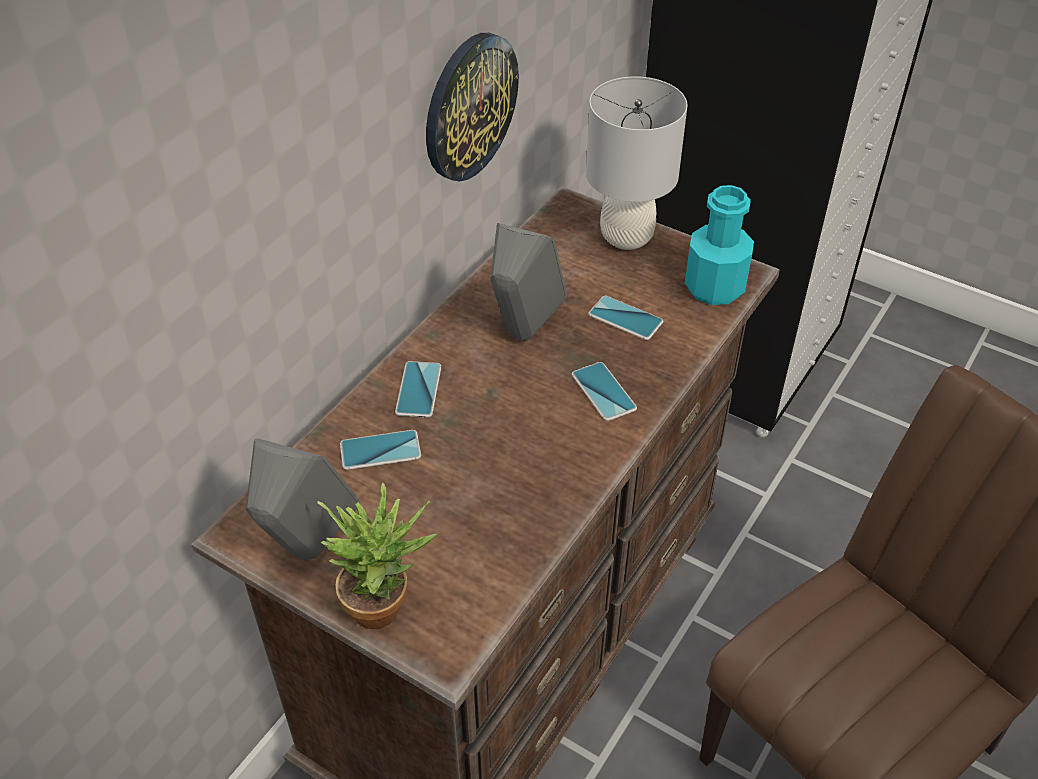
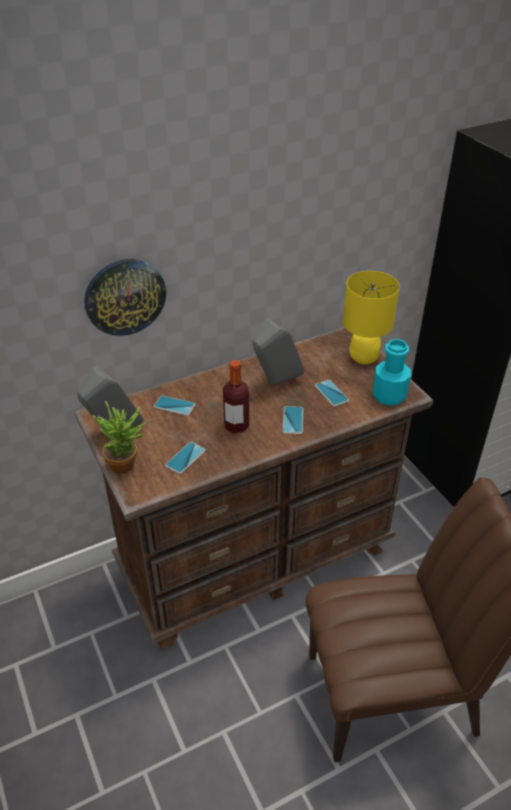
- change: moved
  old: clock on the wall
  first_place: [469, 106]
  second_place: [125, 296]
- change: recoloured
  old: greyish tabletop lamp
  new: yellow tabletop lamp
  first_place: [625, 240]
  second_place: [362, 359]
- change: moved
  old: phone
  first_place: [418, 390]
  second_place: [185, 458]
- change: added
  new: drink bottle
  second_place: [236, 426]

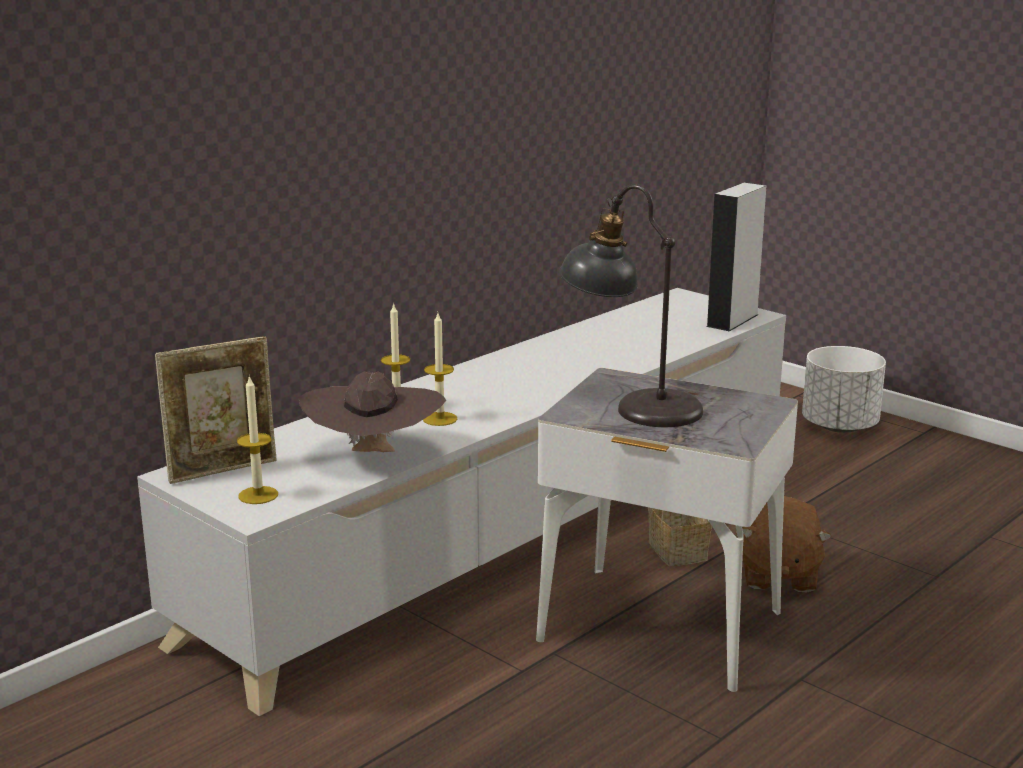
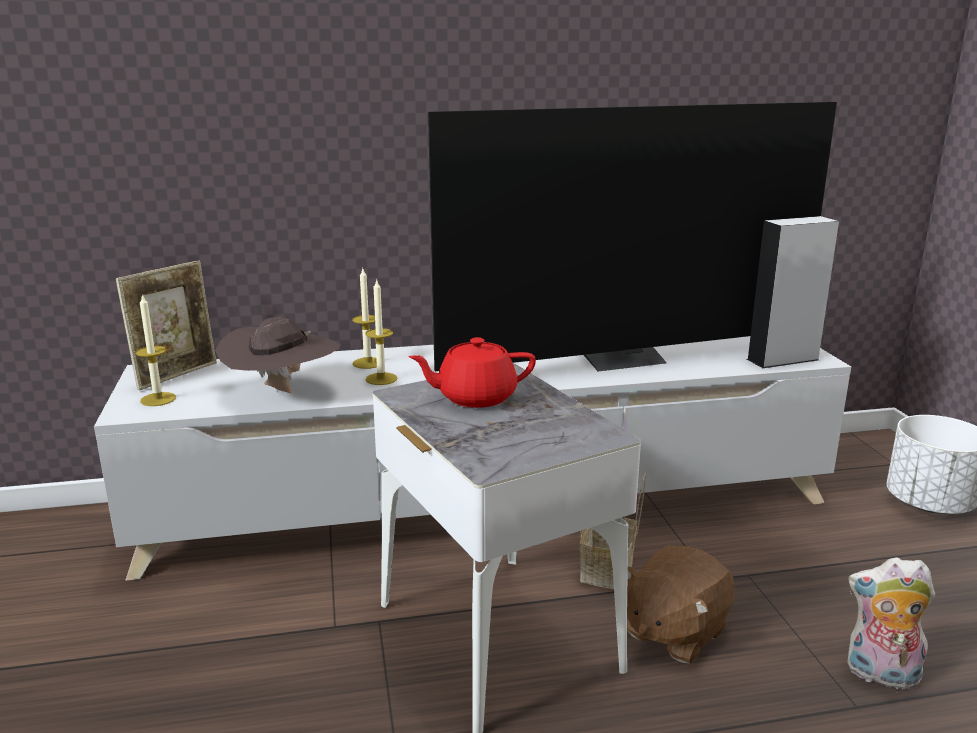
- change: replaced
  old: greyish tabletop lamp
  new: reddish teapot
  first_place: [629, 401]
  second_place: [475, 397]
- change: turned
  old: picture frame
  first_place: [223, 470]
  second_place: [176, 375]
  degrees: -60
- change: added
  new: TV set
  second_place: [622, 358]
- change: added
  new: cuddly toy
  second_place: [880, 675]

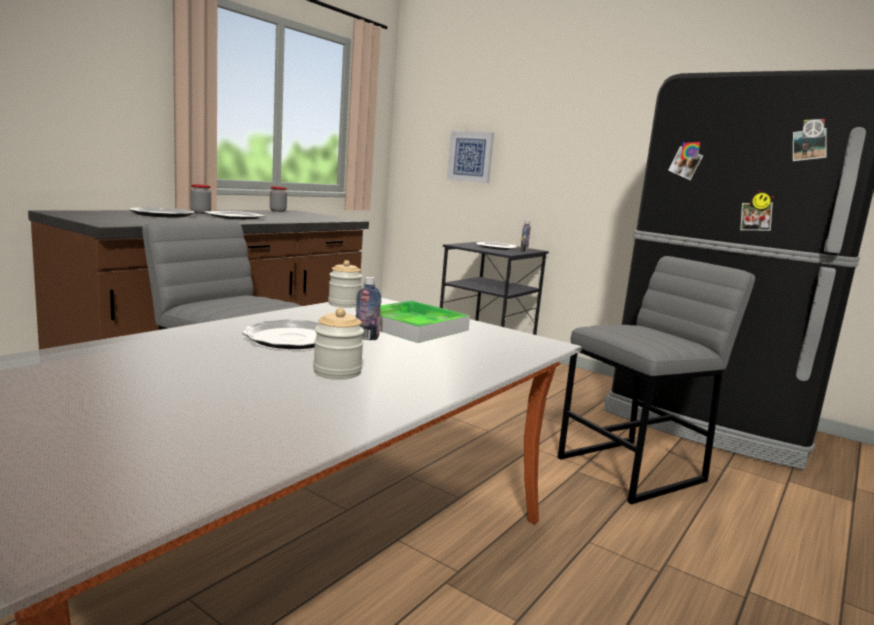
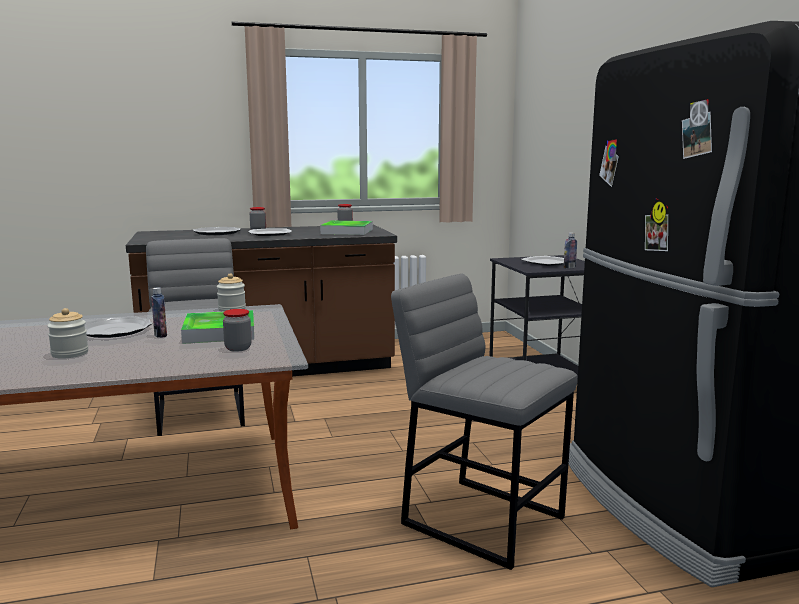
- change: removed
  old: wall art
  first_place: [470, 157]
- change: turned
  old: greyish plain chair
  first_place: [633, 468]
  second_place: [479, 519]
  degrees: -150
- change: added
  new: serving tray
  second_place: [347, 231]
- change: added
  new: preserve jar
  second_place: [238, 348]

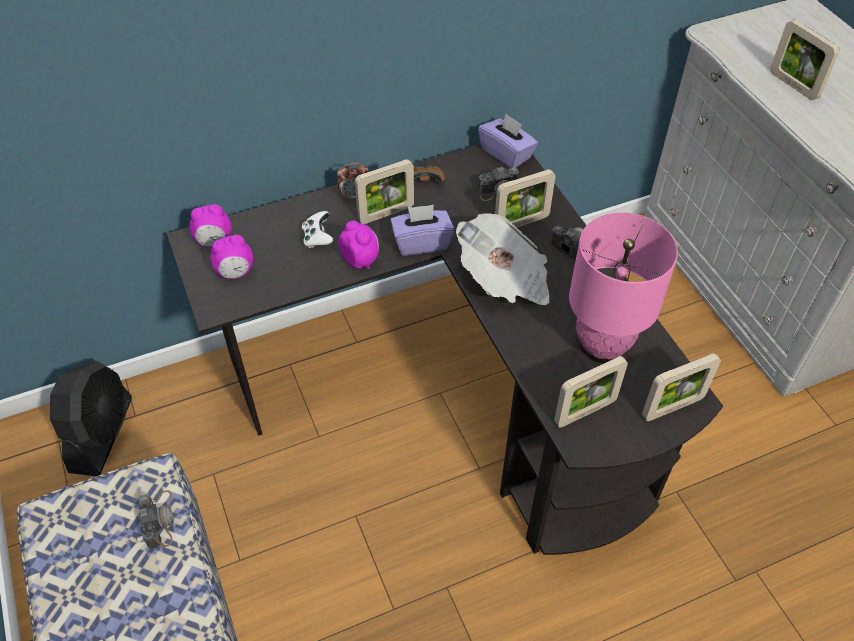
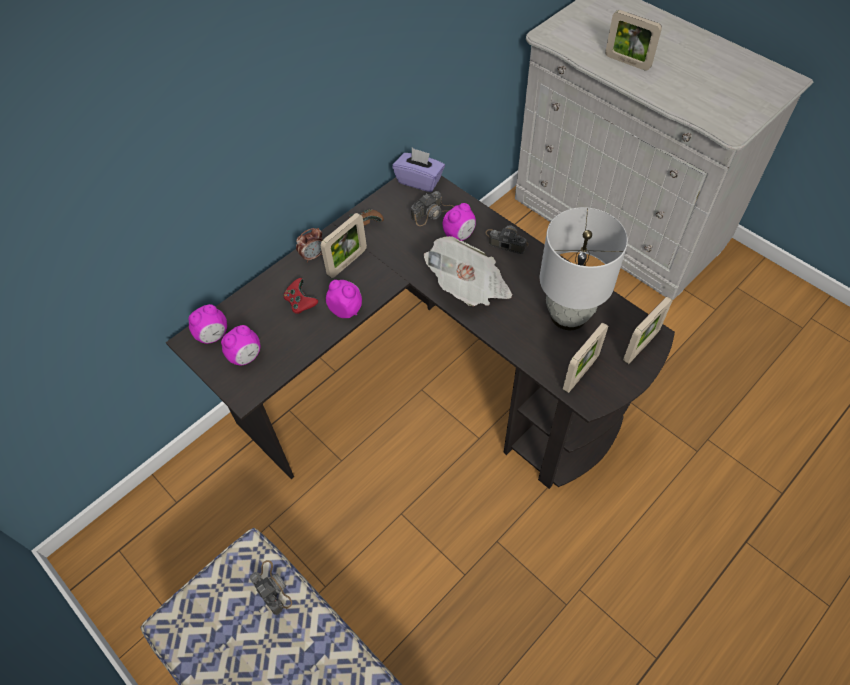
- change: replaced
  old: picture frame
  new: alarm clock
  first_place: [521, 223]
  second_place: [459, 235]
- change: removed
  old: purple-coloured box of tissues
  first_place: [421, 242]
- change: recoloured
  old: white joypad
  new: reddish joypad
  first_place: [318, 238]
  second_place: [301, 303]
- change: recoloured
  old: pinkish tabletop lamp
  new: white tabletop lamp
  first_place: [602, 345]
  second_place: [568, 315]
- change: removed
  old: black-coloured cooling fan
  first_place: [102, 434]

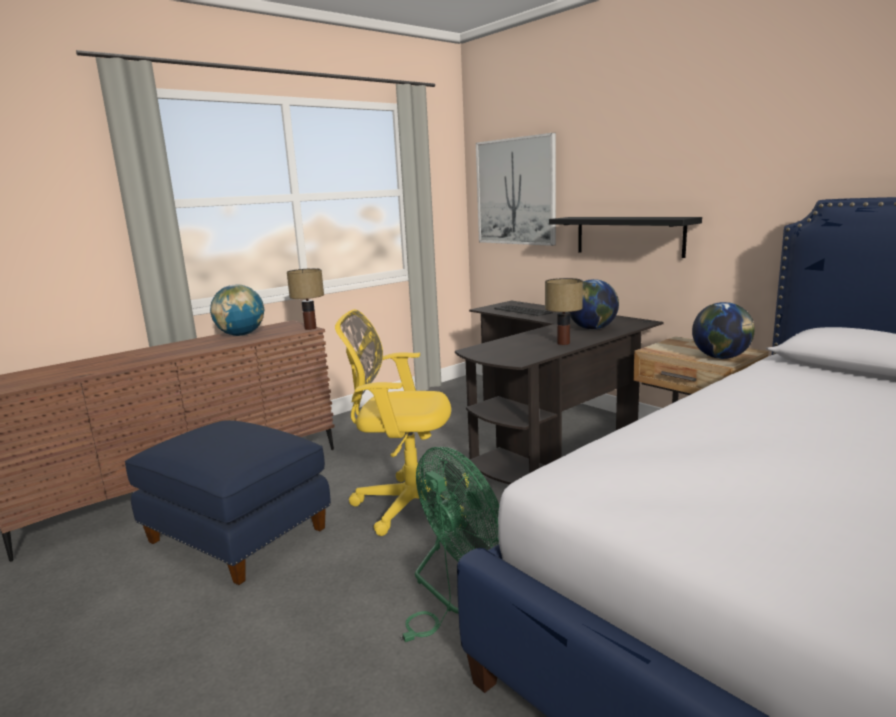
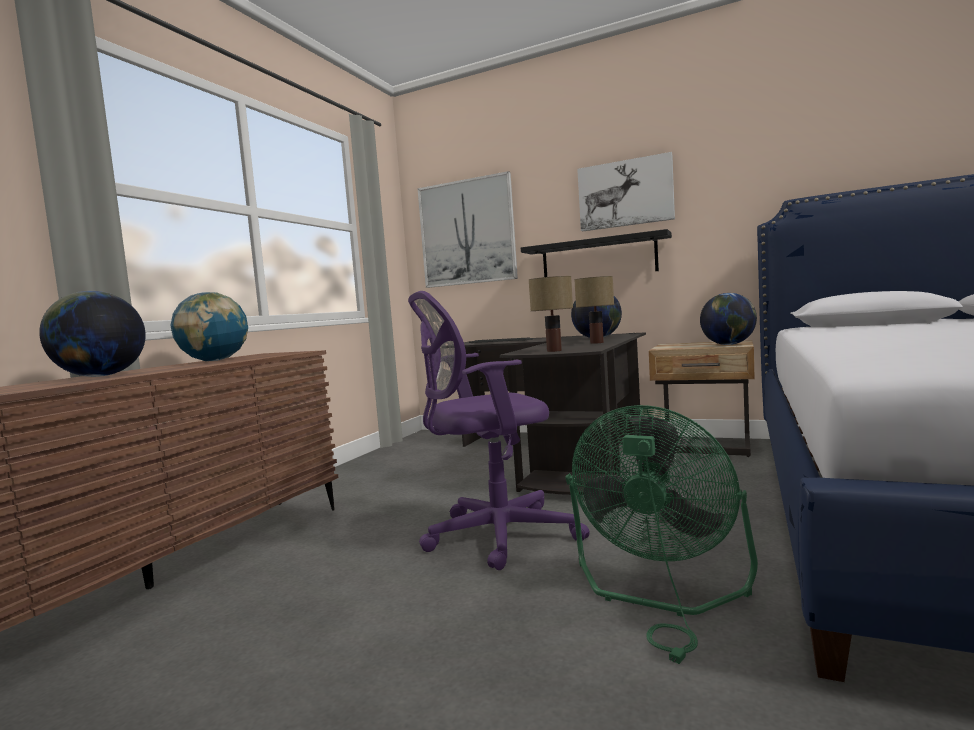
- change: moved
  old: tabletop lamp
  first_place: [310, 328]
  second_place: [553, 351]
- change: recoloured
  old: yellow computer chair
  new: purple-coloured computer chair
  first_place: [407, 505]
  second_place: [494, 536]
- change: removed
  old: bluish footrest
  first_place: [235, 535]
- change: added
  new: wall art
  second_place: [625, 193]
- change: added
  new: world globe
  second_place: [100, 376]

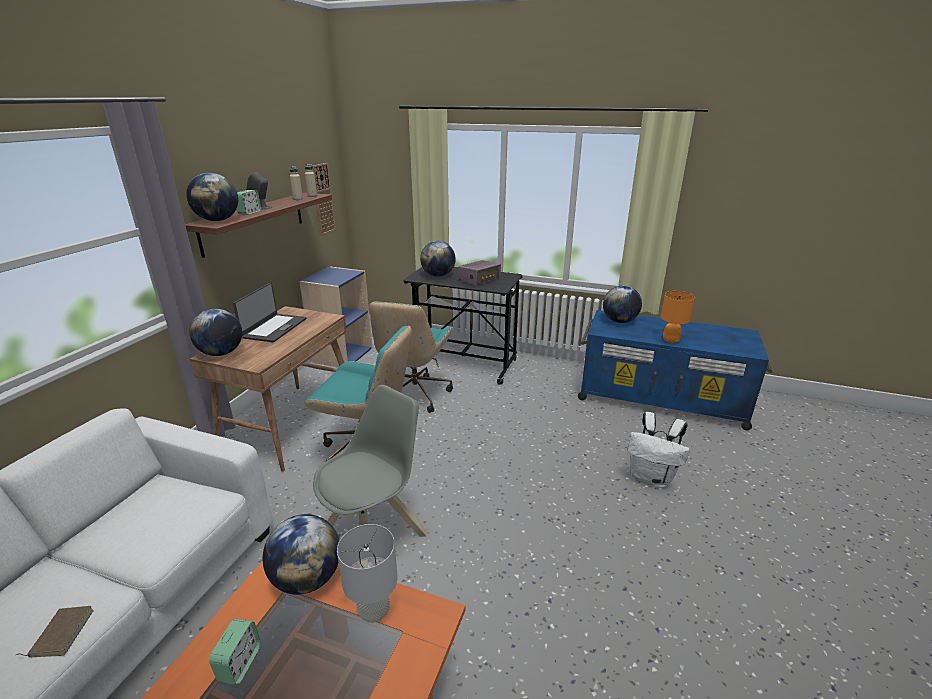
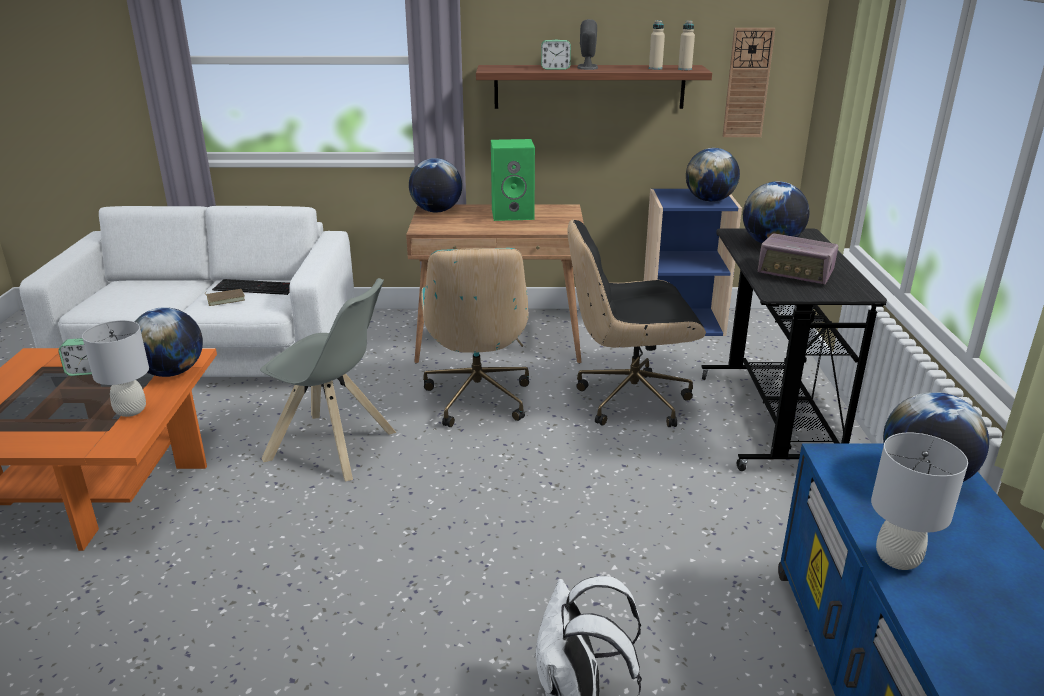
- change: moved
  old: world globe
  first_place: [217, 220]
  second_place: [709, 200]
- change: replaced
  old: laptop
  new: green loudspeaker
  first_place: [274, 328]
  second_place: [513, 214]
- change: recoloured
  old: orange-coloured tabletop lamp
  new: greyish tabletop lamp
  first_place: [671, 341]
  second_place: [897, 561]
- change: recoloured
  old: turquoise computer chair
  new: black-coloured computer chair
  first_place: [414, 396]
  second_place: [628, 401]
- change: moved
  old: brown volume
  first_place: [61, 633]
  second_place: [226, 299]
- change: added
  new: keyboard
  second_place: [256, 287]

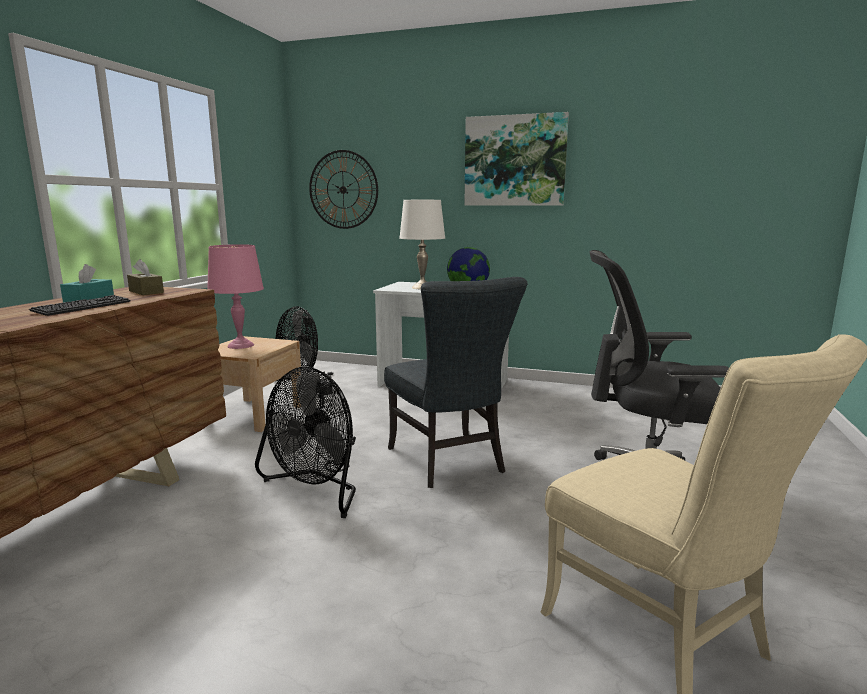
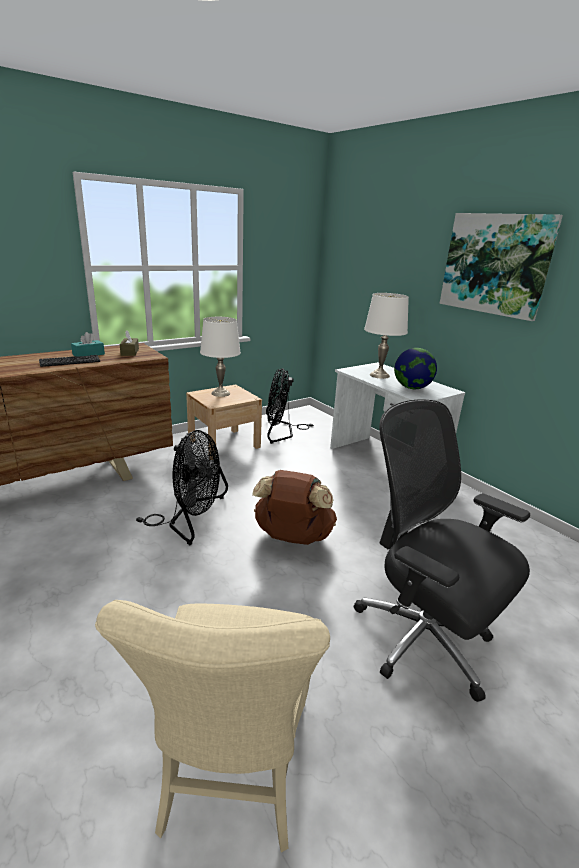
- change: removed
  old: clock on the wall
  first_place: [343, 190]
- change: recoloured
  old: pinkish tabletop lamp
  new: white tabletop lamp
  first_place: [240, 345]
  second_place: [220, 393]
- change: replaced
  old: greyish plain chair
  new: brown knapsack
  first_place: [450, 462]
  second_place: [292, 538]
- change: turned
  old: black-coloured cooling fan
  first_place: [318, 487]
  second_place: [189, 518]
  degrees: -150

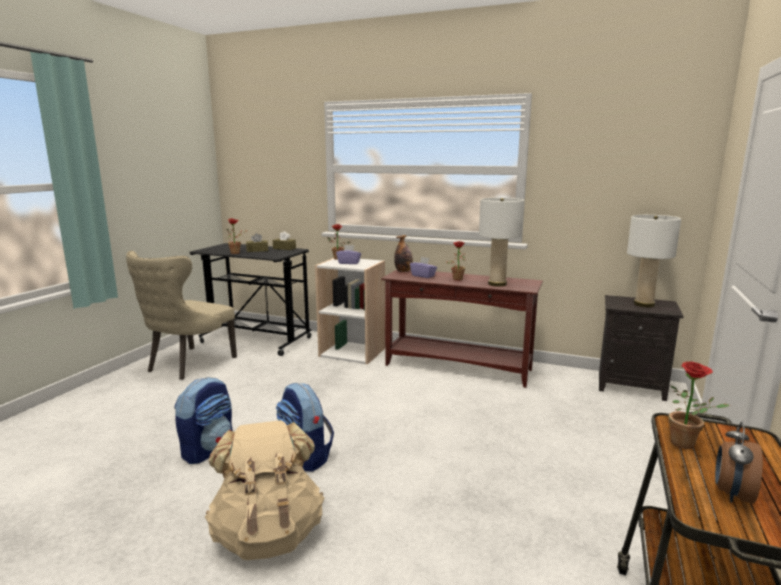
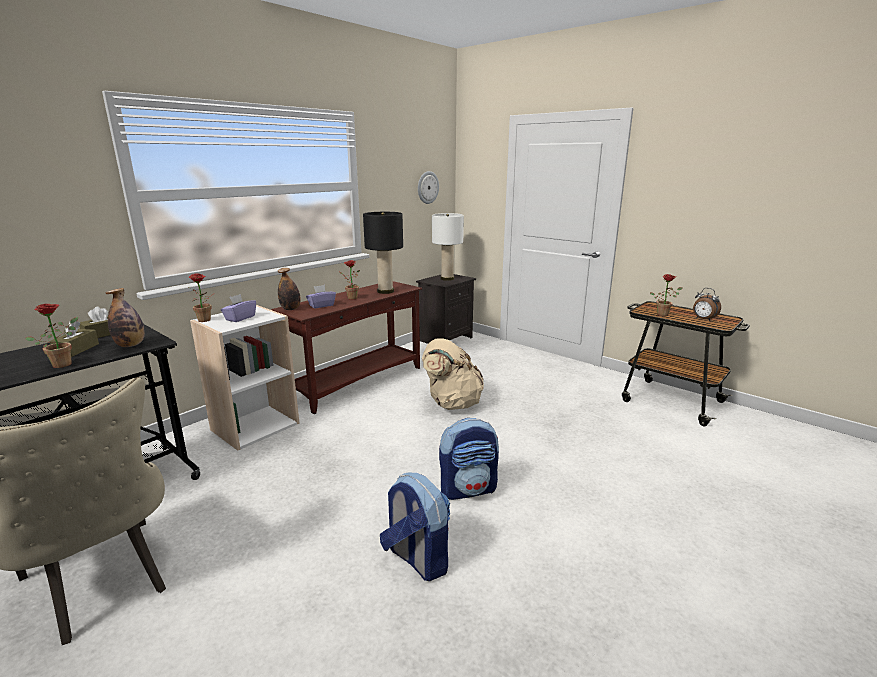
- change: recoloured
  old: white tabletop lamp
  new: black-coloured tabletop lamp
  first_place: [497, 284]
  second_place: [385, 291]
- change: moved
  old: sand-coloured knapsack
  first_place: [268, 534]
  second_place: [451, 403]
- change: added
  new: clock on the wall
  second_place: [427, 187]
- change: added
  new: drink bottle
  second_place: [130, 345]

